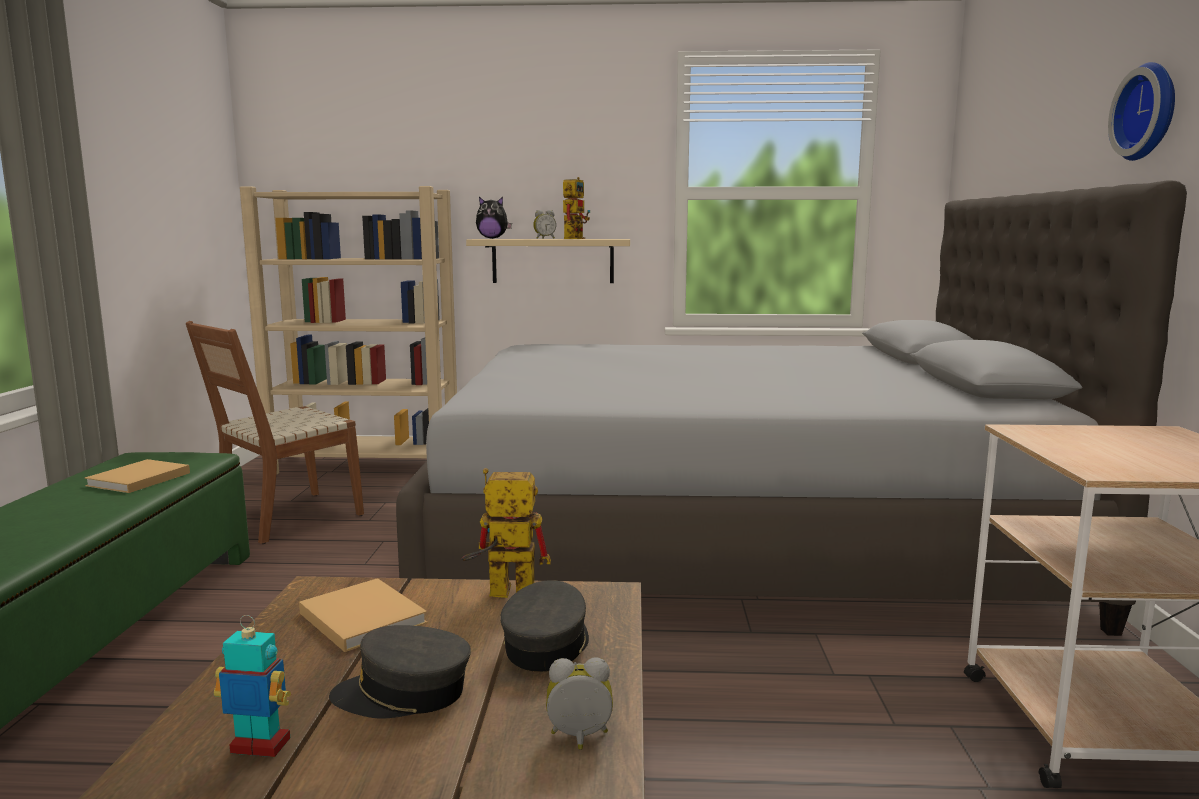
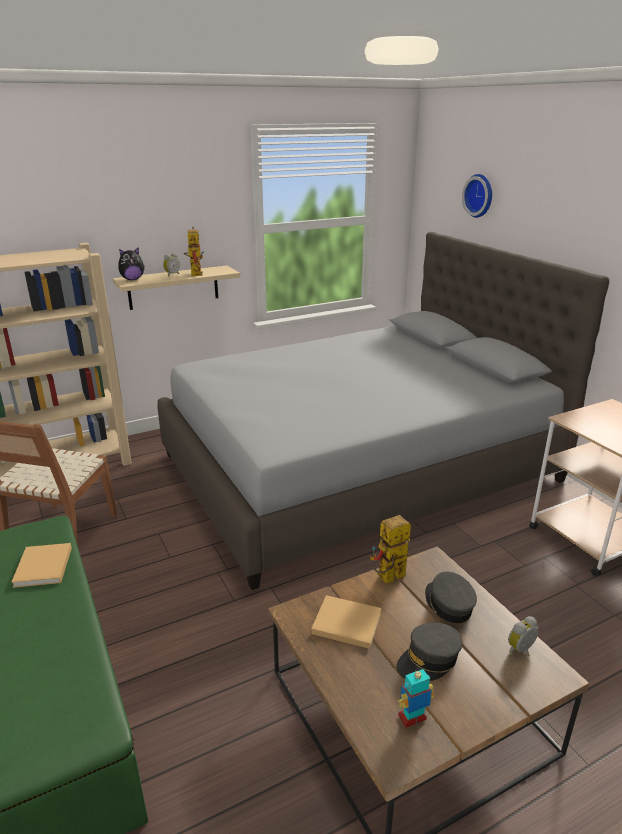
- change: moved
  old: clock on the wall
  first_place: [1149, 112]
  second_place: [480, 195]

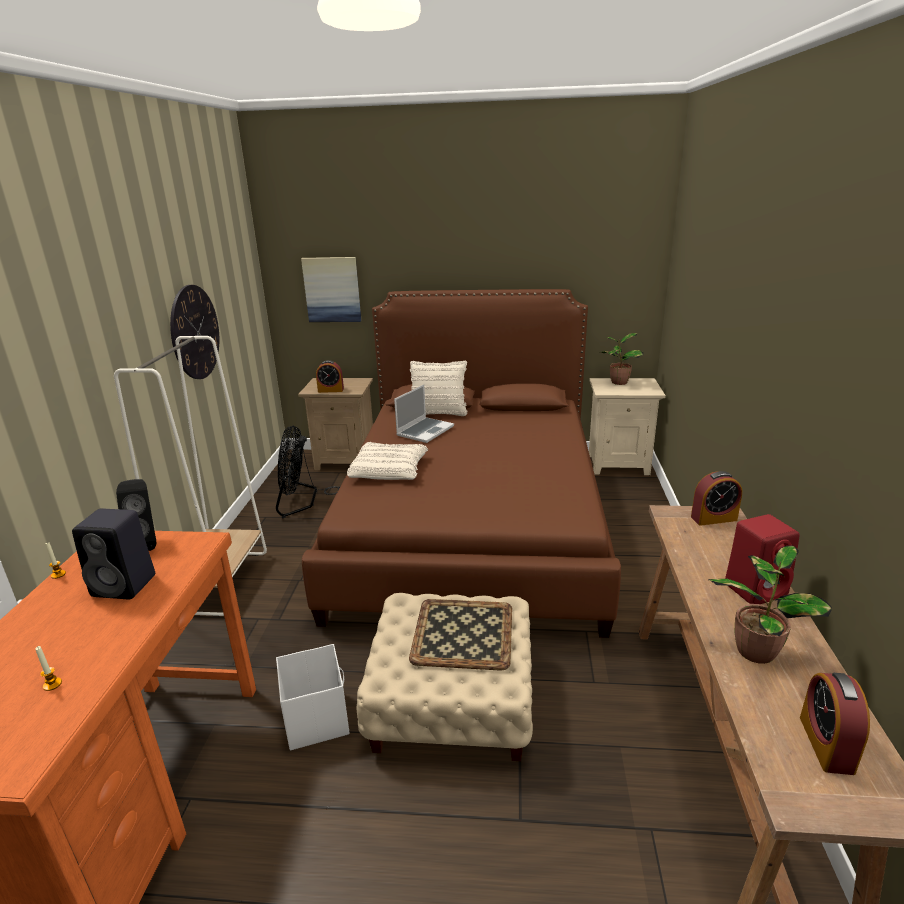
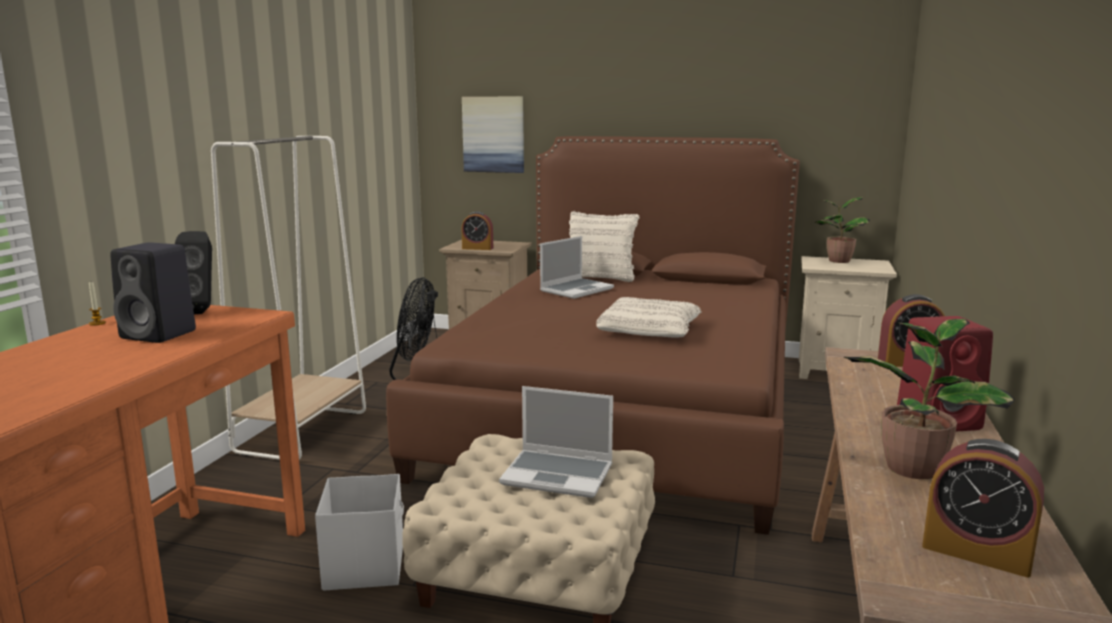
- change: removed
  old: clock on the wall
  first_place: [195, 332]
- change: moved
  old: sand-coloured pillow
  first_place: [389, 470]
  second_place: [649, 330]
- change: replaced
  old: serving tray
  new: laptop
  first_place: [464, 633]
  second_place: [559, 475]
- change: removed
  old: wax light
  first_place: [52, 684]
- change: turned
  old: alarm clock
  first_place: [826, 744]
  second_place: [976, 552]
  degrees: -75

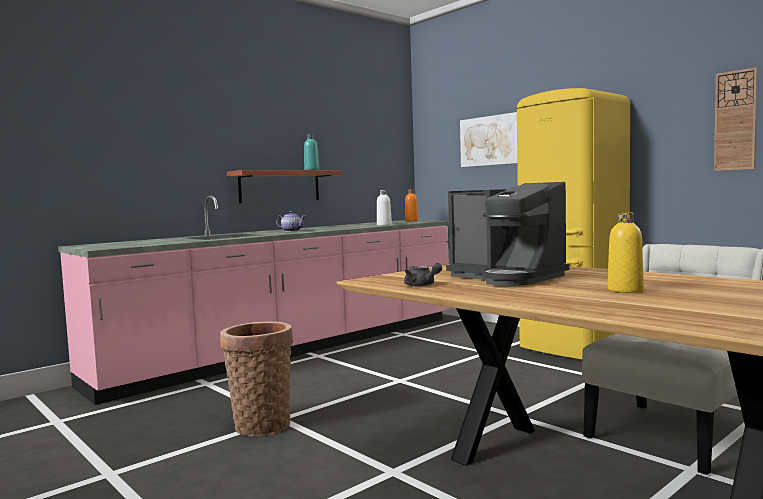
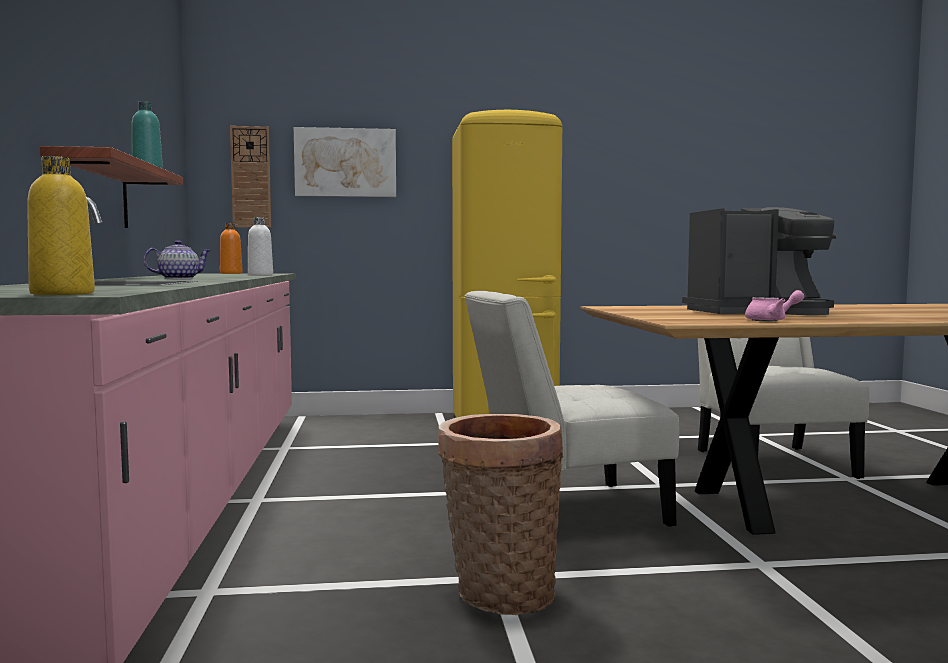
- change: moved
  old: clock on the wall
  first_place: [735, 120]
  second_place: [251, 177]
- change: moved
  old: yellow drink bottle
  first_place: [625, 290]
  second_place: [62, 294]
- change: recoloured
  old: greyish teapot
  new: pinkish teapot
  first_place: [422, 285]
  second_place: [772, 320]
- change: added
  new: white plain chair
  second_place: [564, 510]

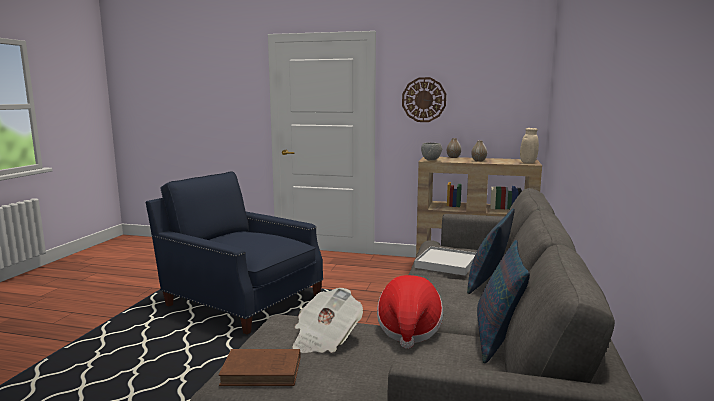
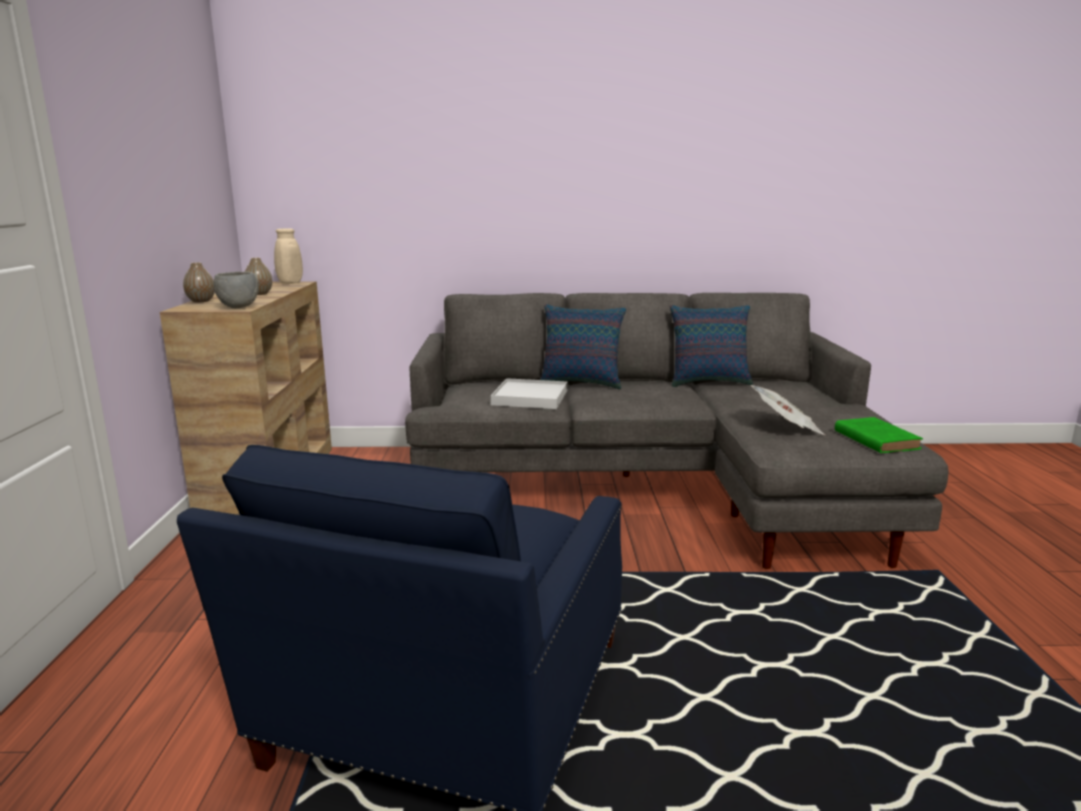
- change: removed
  old: clock on the wall
  first_place: [424, 99]
- change: removed
  old: wearable hat
  first_place: [408, 330]
- change: recoloured
  old: brown volume
  new: green volume
  first_place: [264, 372]
  second_place: [874, 439]

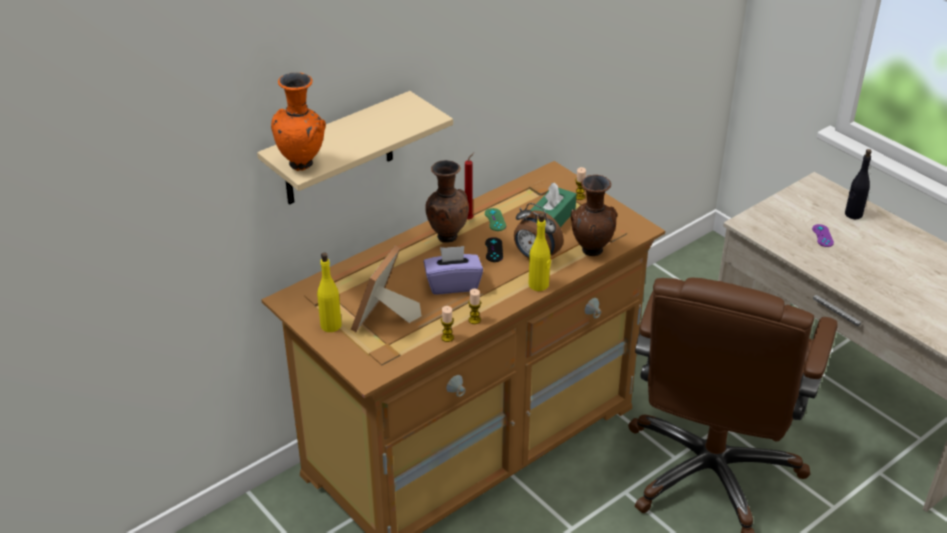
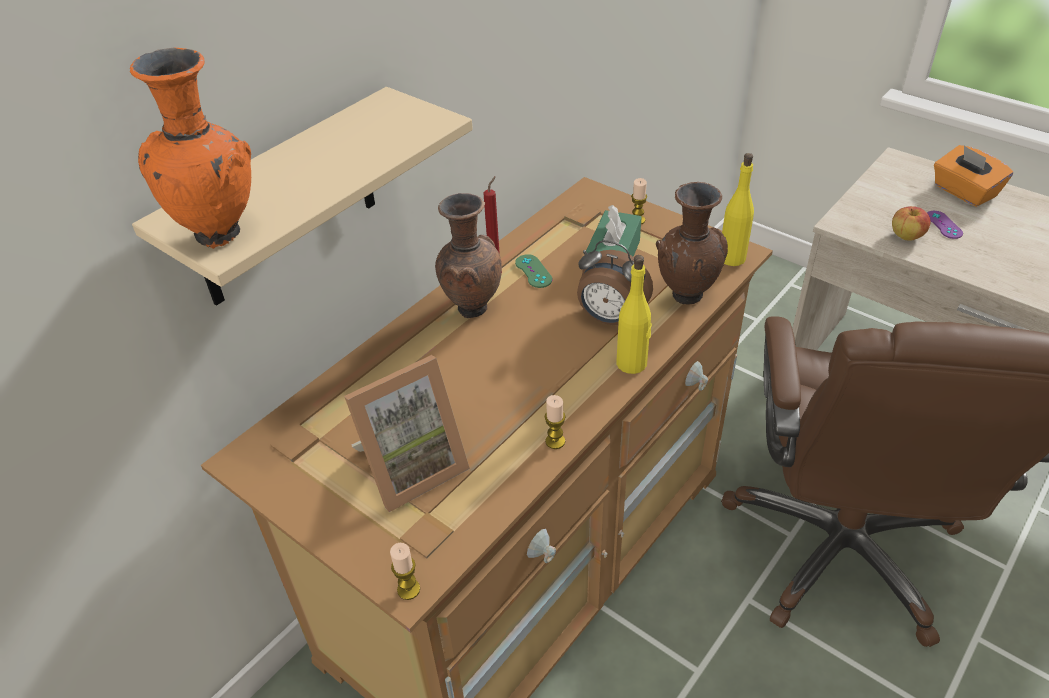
- change: replaced
  old: black-coloured drink bottle
  new: orange-coloured box of tissues
  first_place: [853, 214]
  second_place: [963, 192]
- change: removed
  old: black-coloured joypad
  first_place: [494, 250]
- change: turned
  old: picture frame
  first_place: [384, 319]
  second_place: [411, 467]
  degrees: -135
- change: removed
  old: purple-coloured box of tissues
  first_place: [453, 284]
- change: moved
  old: yellow drink bottle
  first_place: [331, 325]
  second_place: [732, 258]
- change: moved
  old: wax light
  first_place: [447, 337]
  second_place: [408, 589]
- change: added
  new: apple
  second_place: [906, 236]

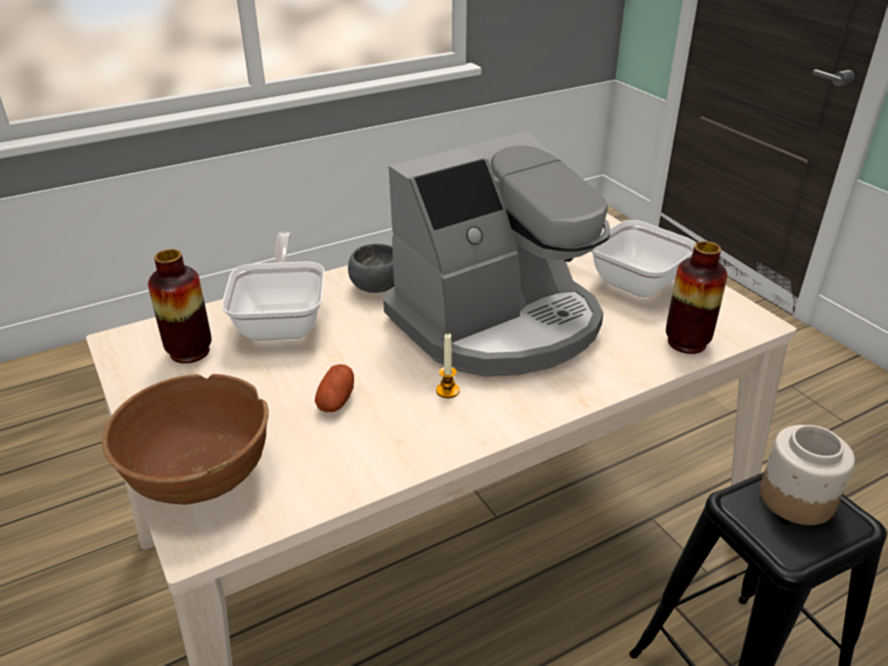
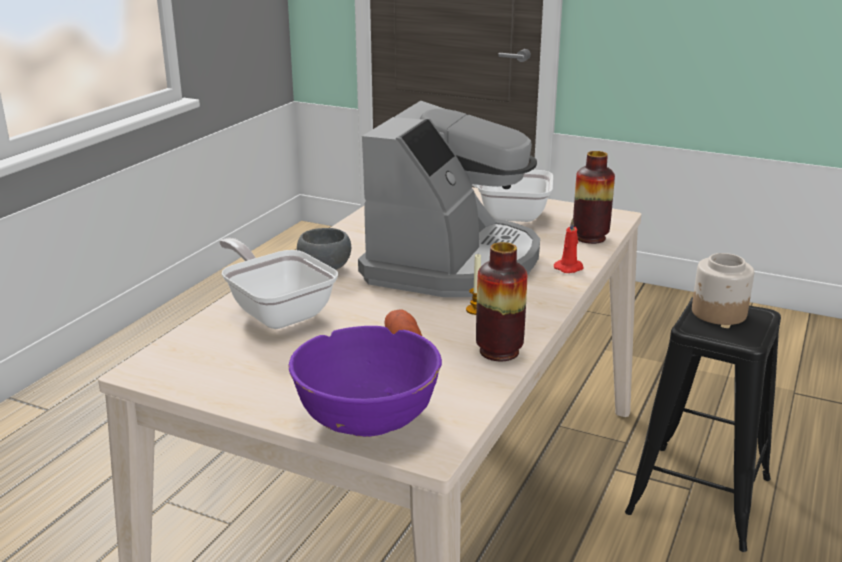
- change: moved
  old: vase
  first_place: [190, 352]
  second_place: [499, 351]
- change: recoloured
  old: brown deep dish
  new: purple-coloured deep dish
  first_place: [199, 474]
  second_place: [366, 418]
- change: added
  new: reddish wax light
  second_place: [569, 268]

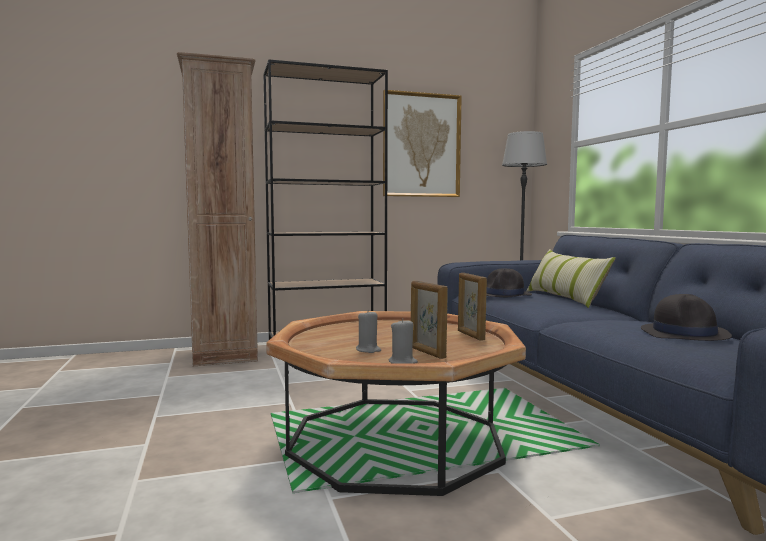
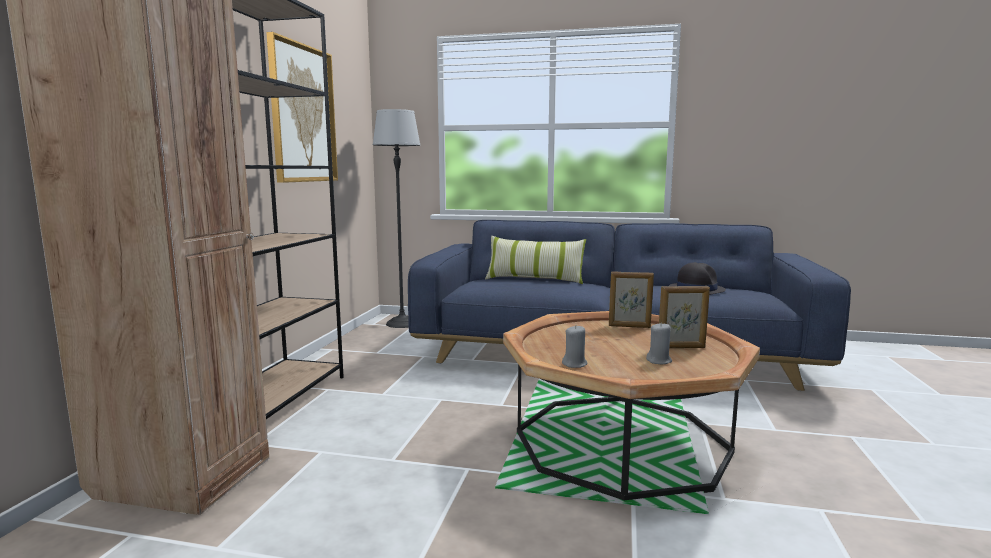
- change: removed
  old: black-coloured wearable hat
  first_place: [504, 295]
- change: moved
  old: greyish wax light
  first_place: [402, 362]
  second_place: [575, 364]

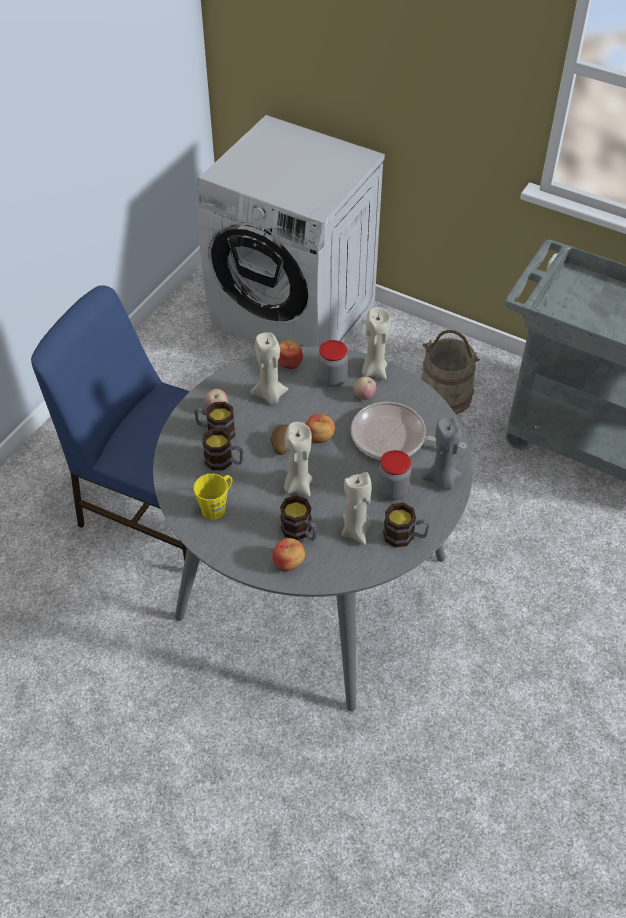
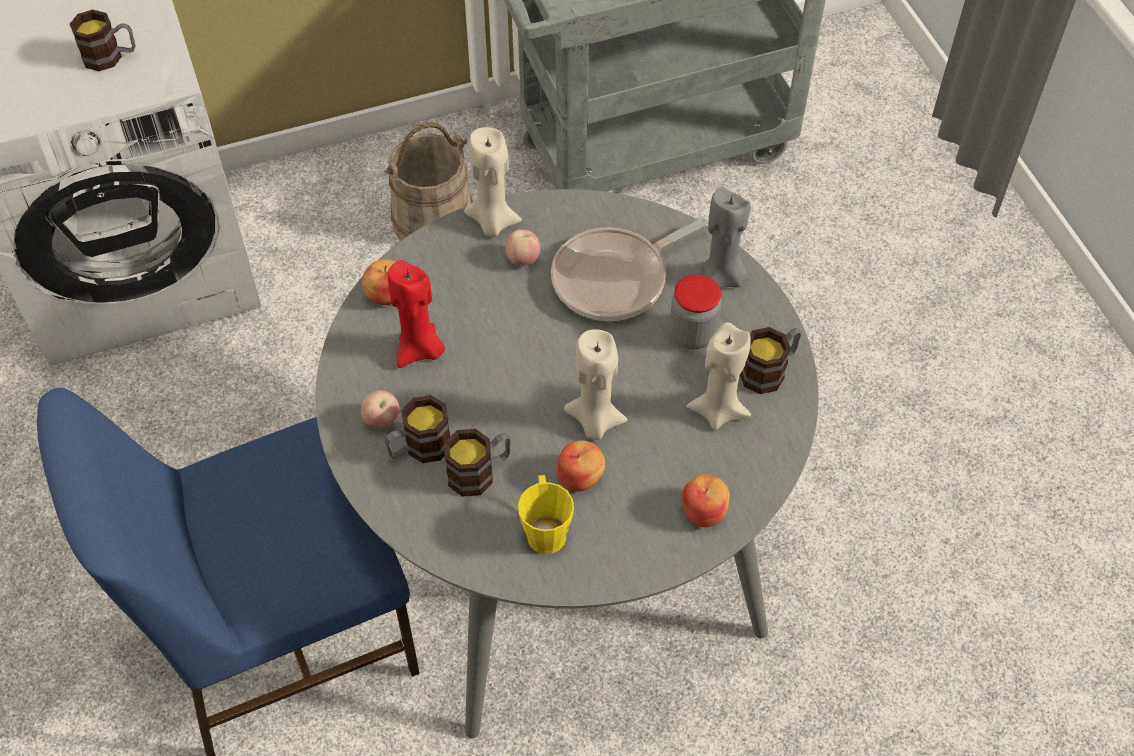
- change: recoloured
  old: sand-coloured wax light
  new: reddish wax light
  first_place: [270, 395]
  second_place: [420, 350]
- change: removed
  old: preserve jar
  first_place: [332, 379]
- change: moved
  old: apple
  first_place: [319, 437]
  second_place: [580, 477]
- change: removed
  old: whole potato
  first_place: [281, 446]
- change: moved
  old: tea mug
  first_place: [300, 532]
  second_place: [110, 57]

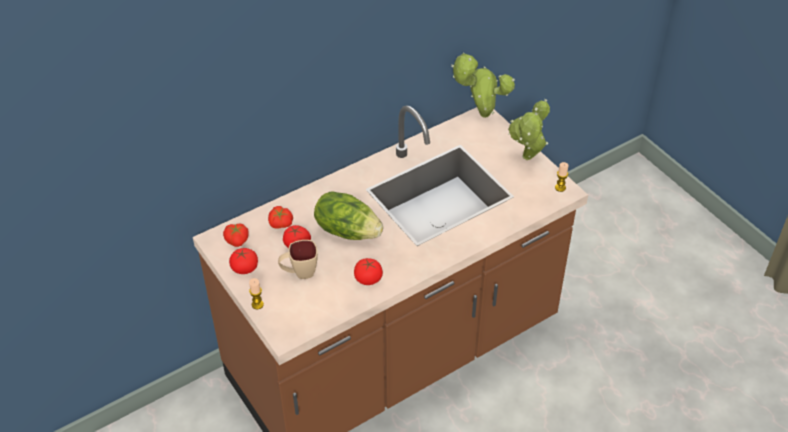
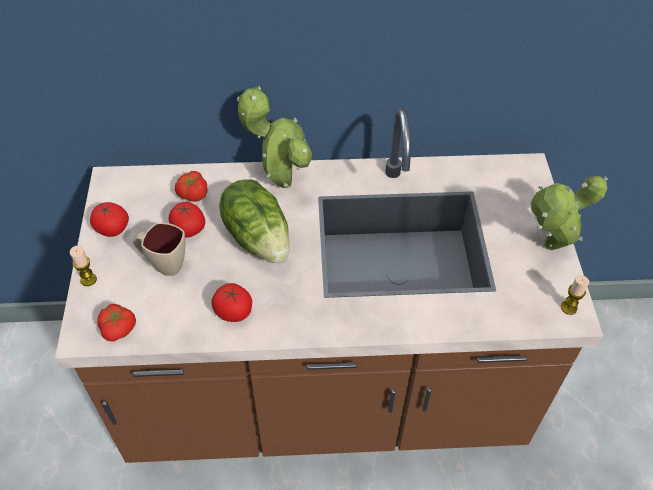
- change: moved
  old: plant in a pot
  first_place: [481, 114]
  second_place: [280, 181]
- change: moved
  old: tomato
  first_place: [237, 240]
  second_place: [119, 328]

